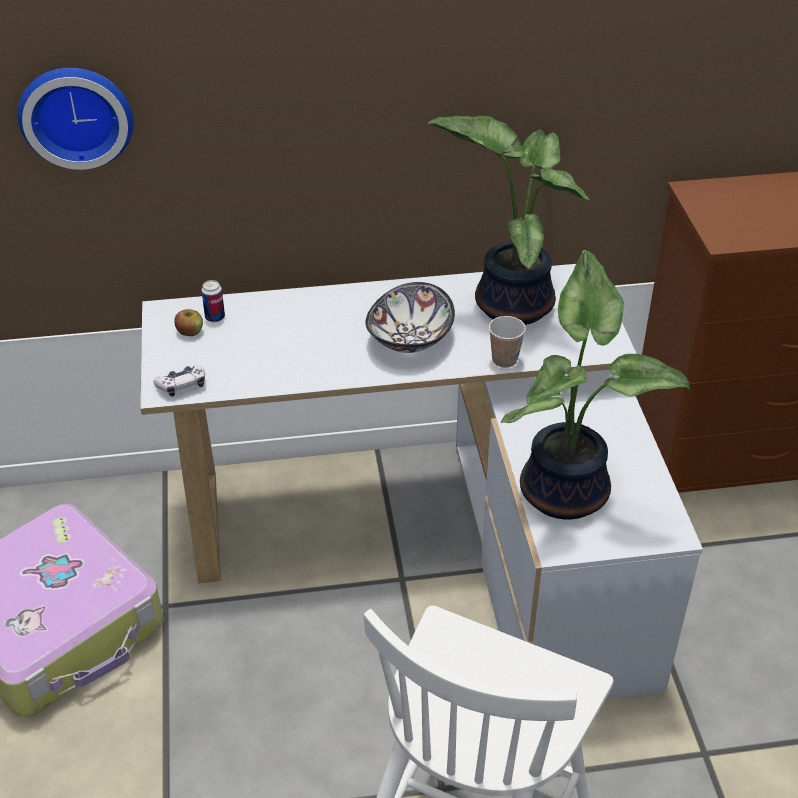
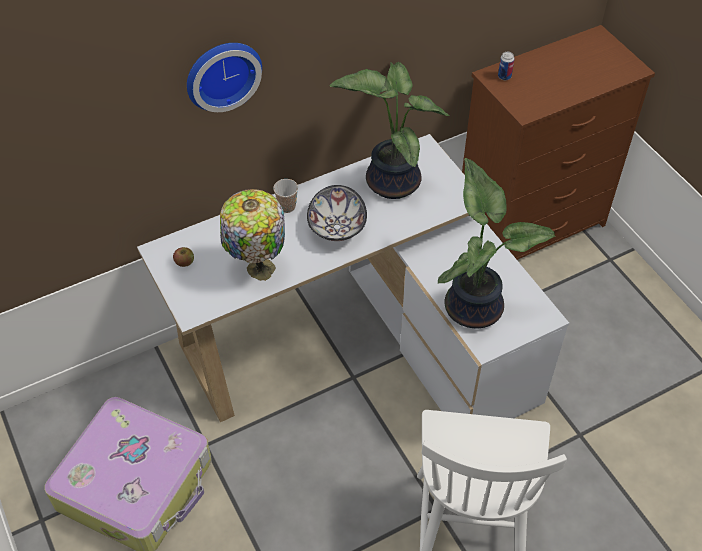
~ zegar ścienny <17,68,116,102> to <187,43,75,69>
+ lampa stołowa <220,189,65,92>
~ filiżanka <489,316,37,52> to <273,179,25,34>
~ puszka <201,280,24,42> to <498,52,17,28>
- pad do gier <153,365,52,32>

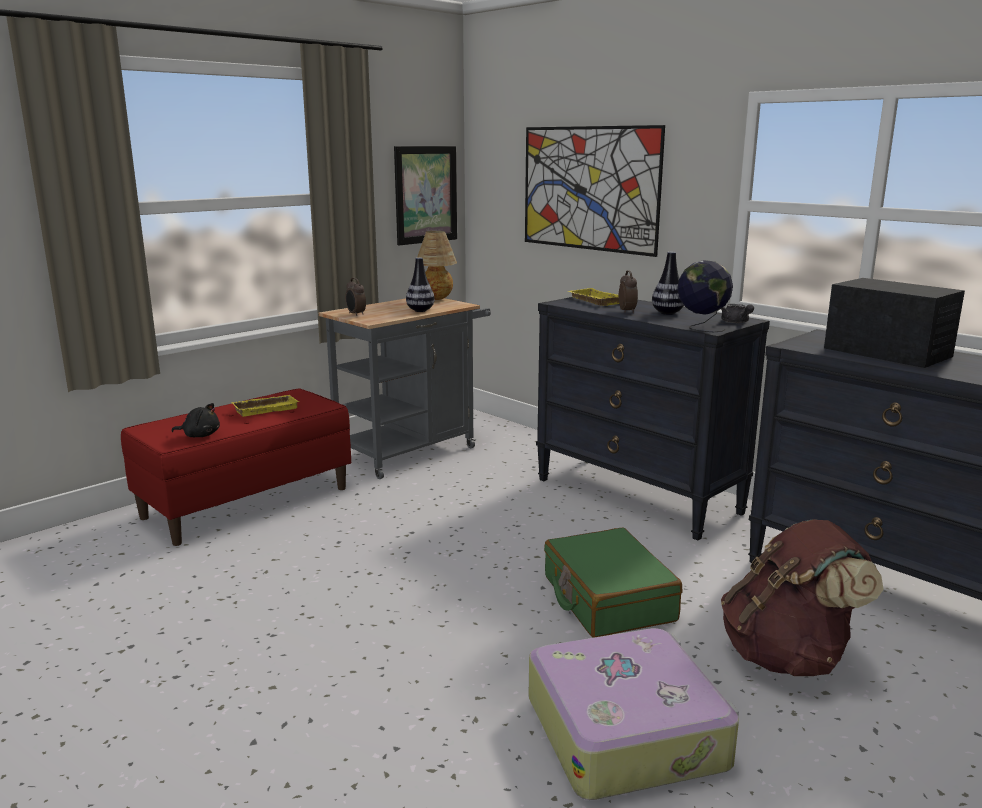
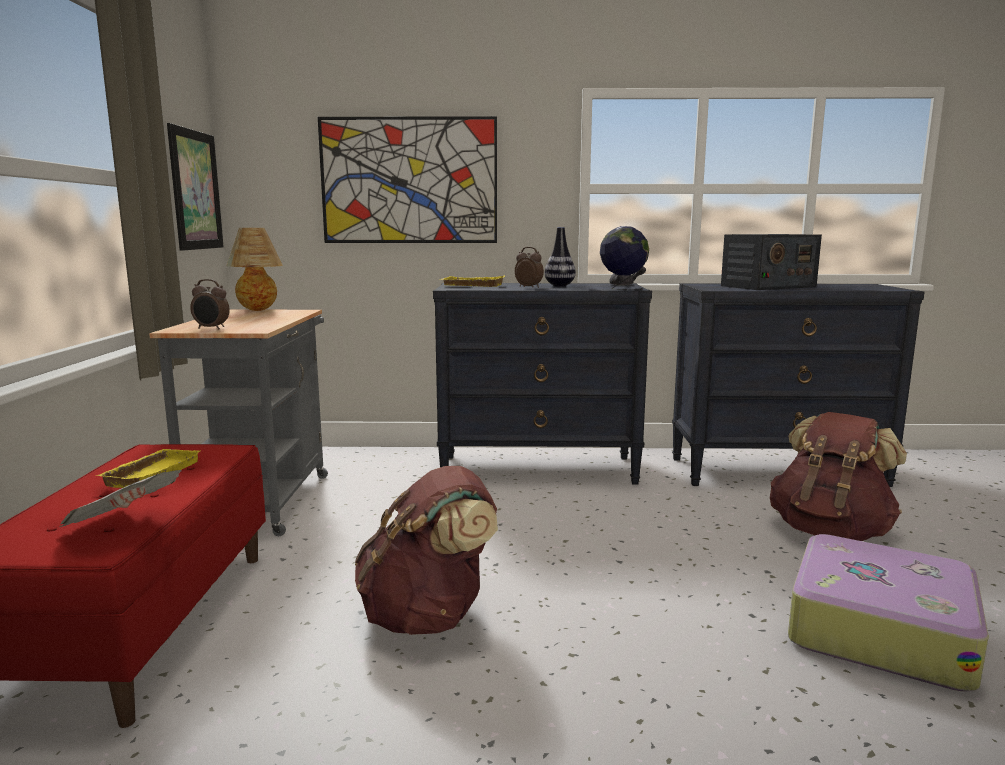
~ pluszak (czarny) <171,403,49,34> to gazeta <59,470,123,57>
+ plecak (brązowy) <355,466,143,169>
~ radio <824,278,141,90> = <721,234,101,56> 150 degrees clockwise
- wazon <406,257,29,55>
- walizka (zielony) <544,527,138,111>

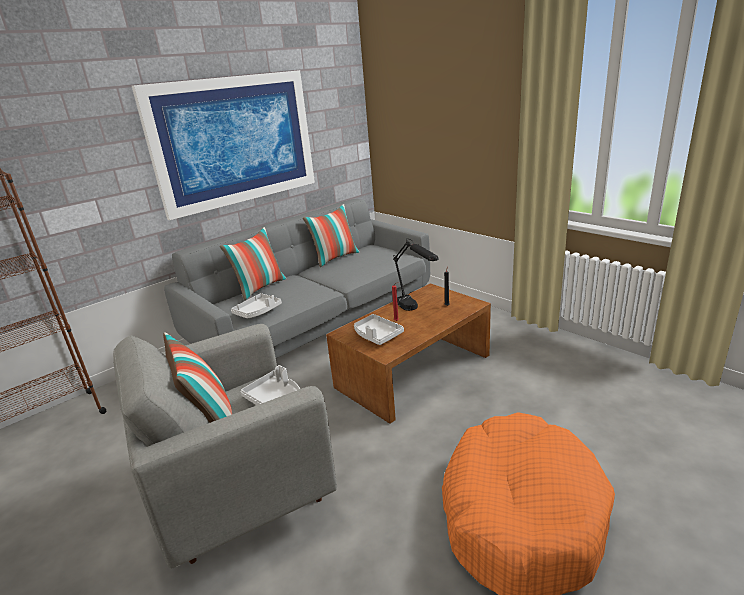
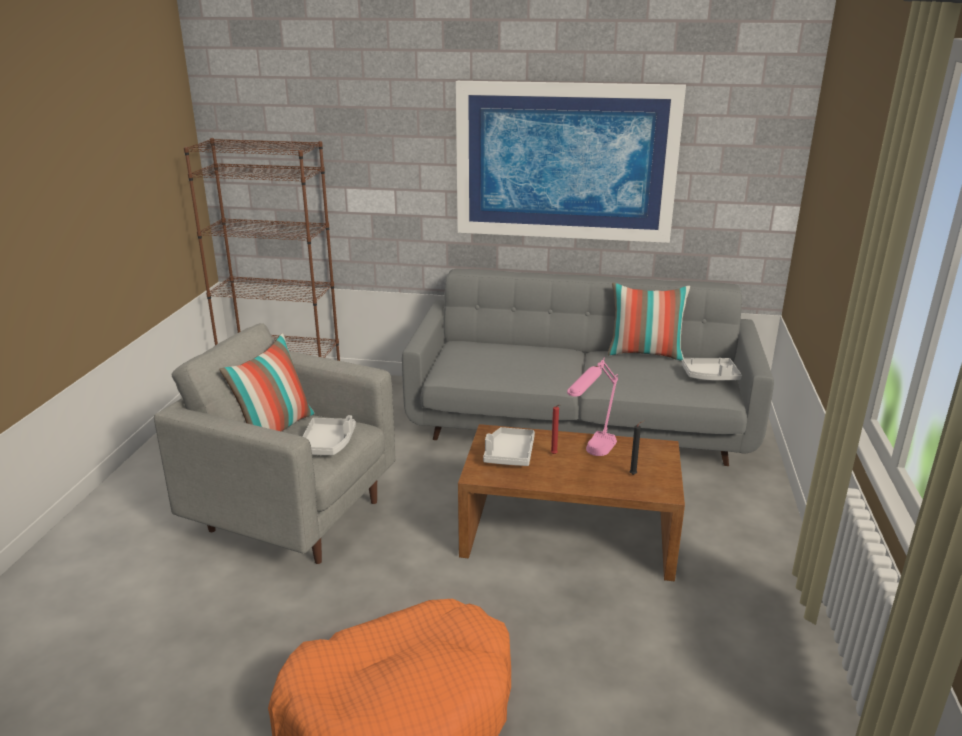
~ lampa stołowa (czarny) <393,239,46,72> to lampa stołowa (różowy) <567,357,51,99>
~ taca (szary) <231,293,51,25> to <682,358,60,23>
- poduszka <220,227,66,73>

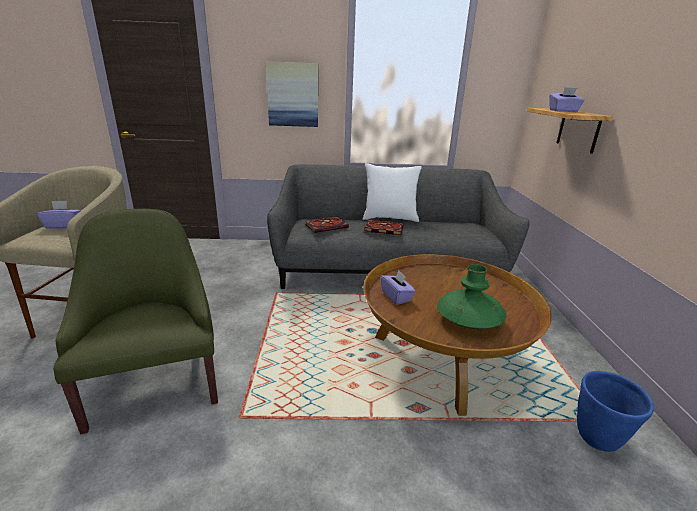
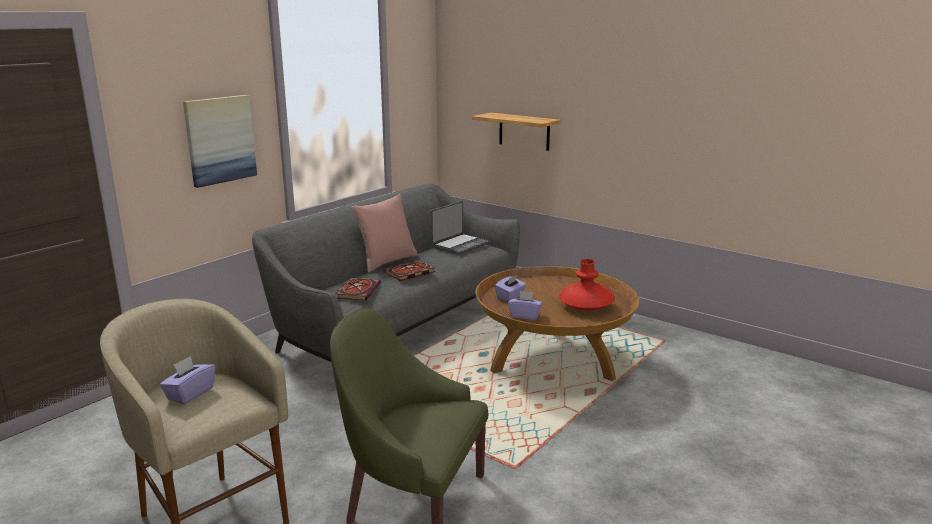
~ poduszka (biały) <363,163,59,59> to poduszka (różowy) <352,194,66,79>
+ laptop <430,201,60,54>
~ pudełko chusteczek (fioletowy) <549,87,36,25> to <495,275,31,27>
~ wazon (zielony) <437,264,69,65> to wazon (czerwony) <559,259,56,51>
- donica (niebieski) <577,371,77,81>

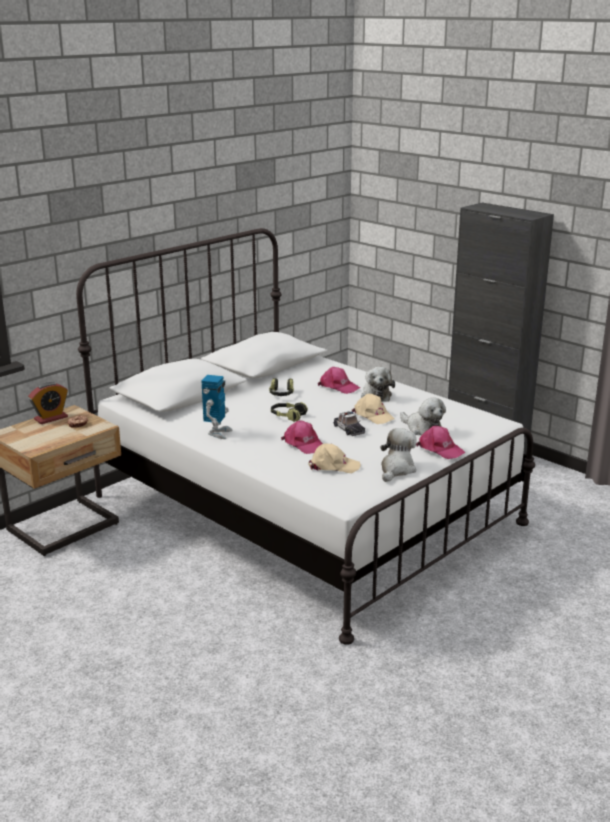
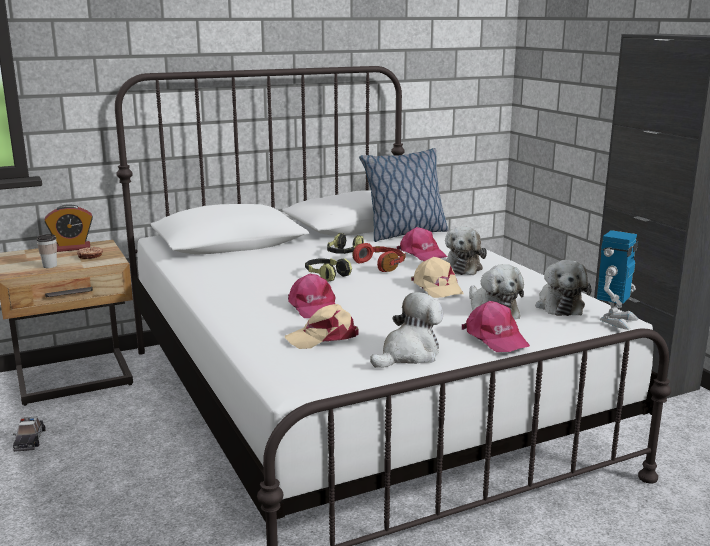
~ samochodzik <333,411,32,25> to <13,417,33,35>
+ filiżanka <36,234,21,34>
~ czapka z daszkiem (beżowy) <308,444,53,29> = <285,304,74,45> 135 degrees clockwise
+ słuchawki (czerwony) <352,243,54,29>
+ poduszka <359,148,90,94>
+ pluszak <536,260,55,56>
~ robot zabawkowy <201,375,32,64> to <597,230,42,100>

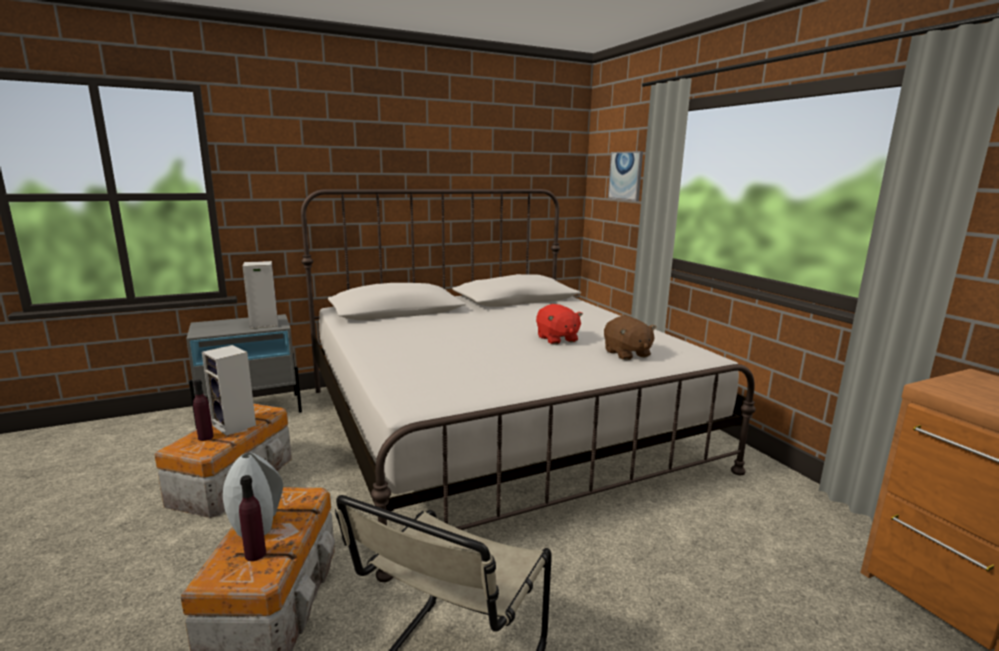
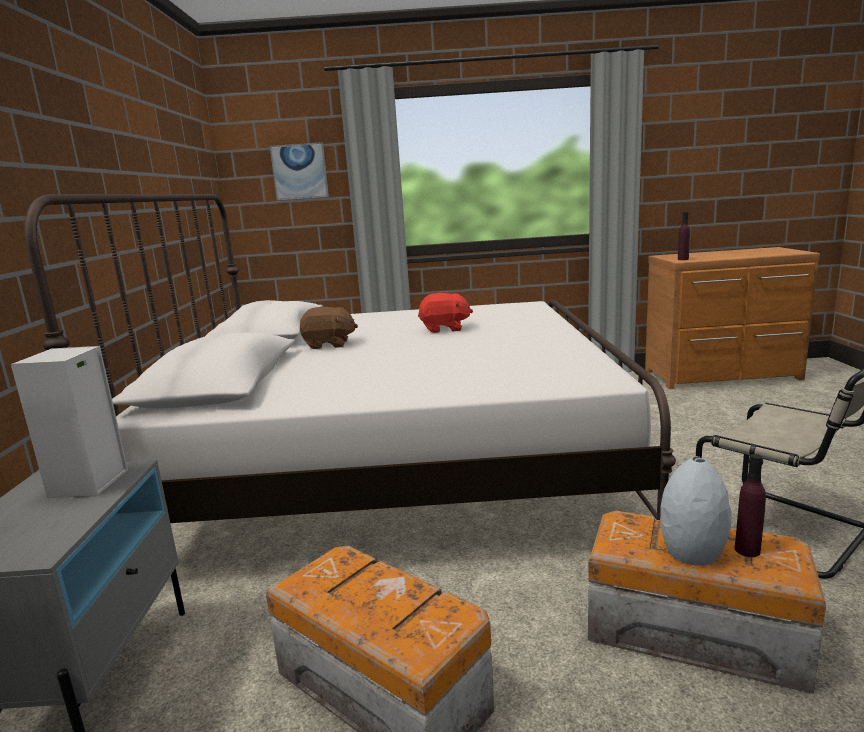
~ pluszak (brązowy) <604,316,52,44> to <300,307,58,42>
~ butelka (fioletowy) <193,379,21,62> to <678,212,12,48>
- głośnik <202,345,54,91>

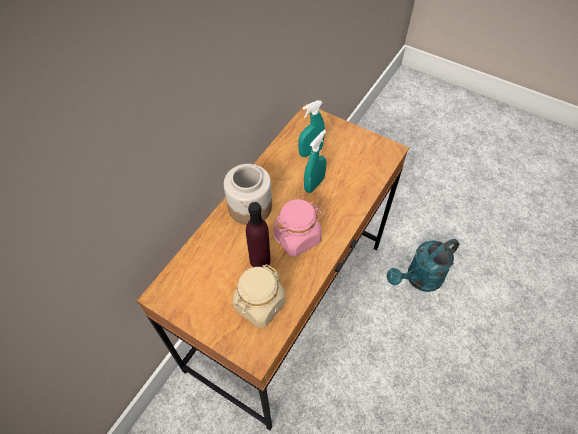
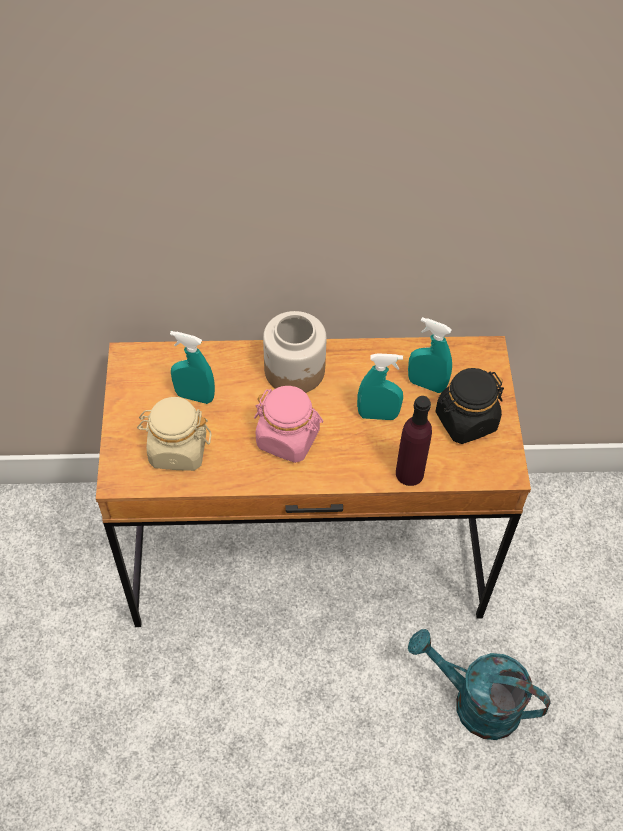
+ spryskiwacz (turkusowy) <170,331,45,73>
~ butelka (fioletowy) <246,202,25,65> to <396,396,36,90>
+ słoik (czarny) <435,368,69,76>

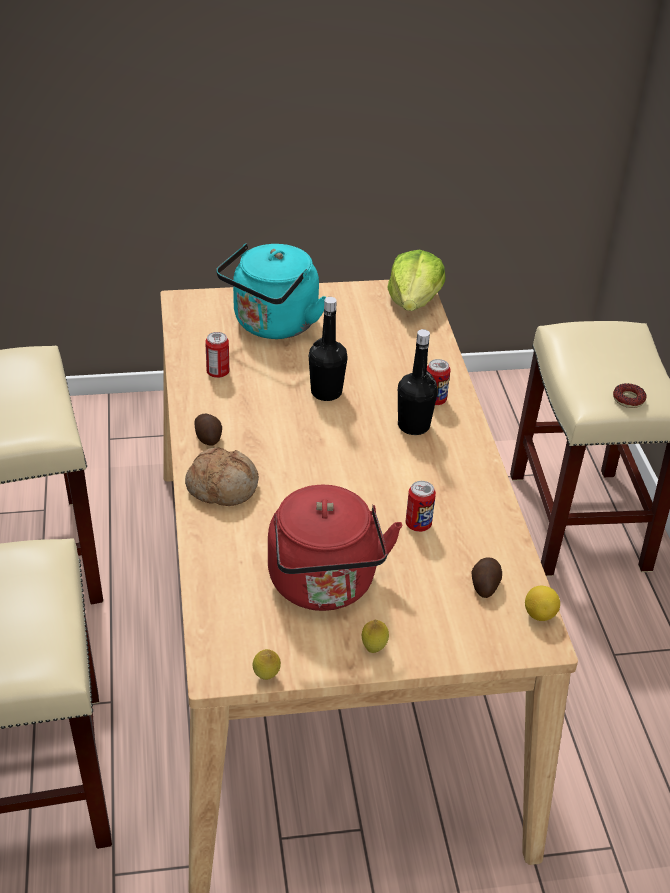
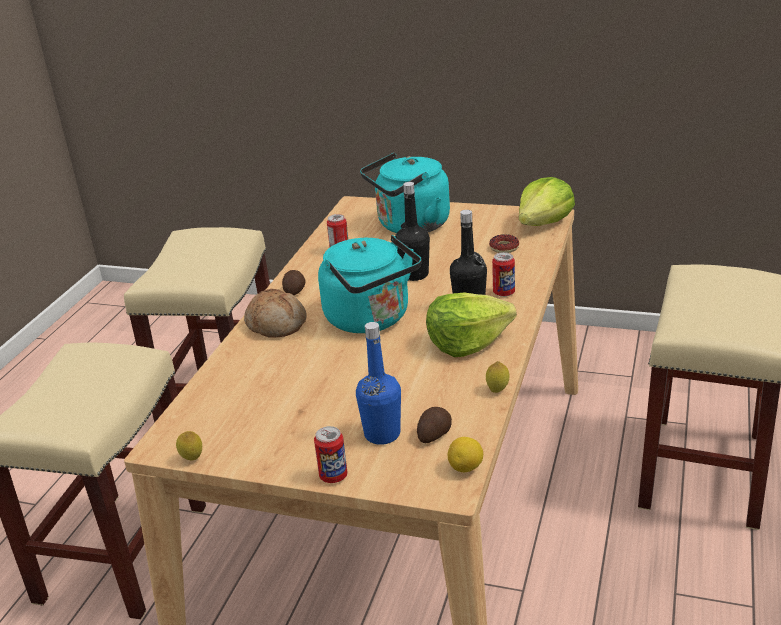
~ puszka <406,481,30,51> to <314,426,33,57>
+ czajnik (turkusowy) <318,235,104,98>
+ butelka (niebieski) <356,322,45,123>
+ sałata <426,292,91,65>
~ cytryna <362,620,27,33> to <486,361,24,32>
~ donut <613,383,33,25> to <489,234,30,19>
- czajnik (czerwony) <268,485,134,126>

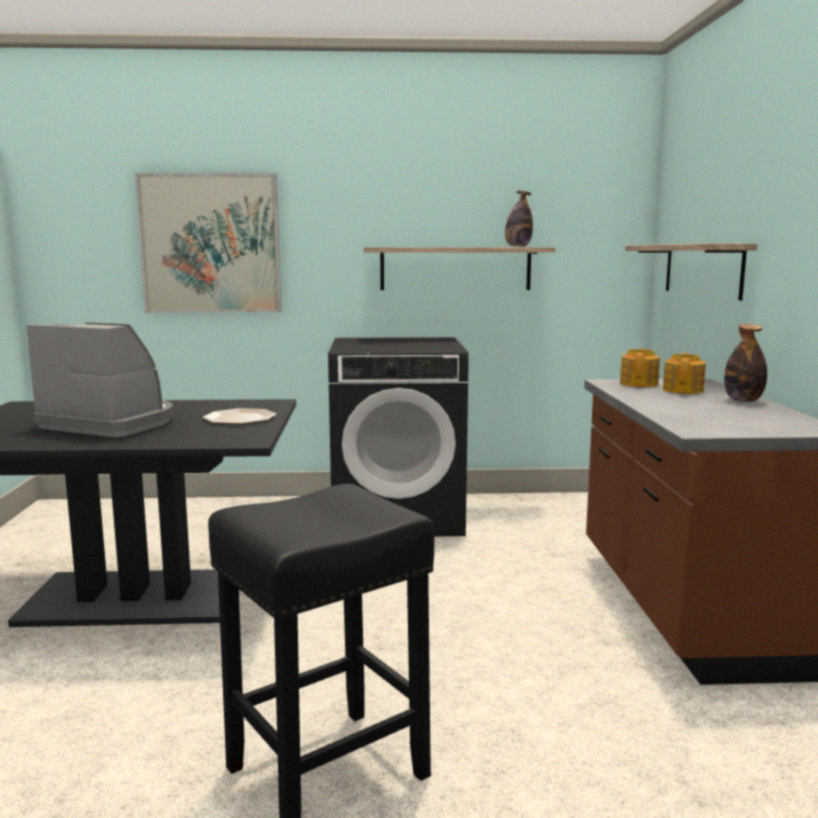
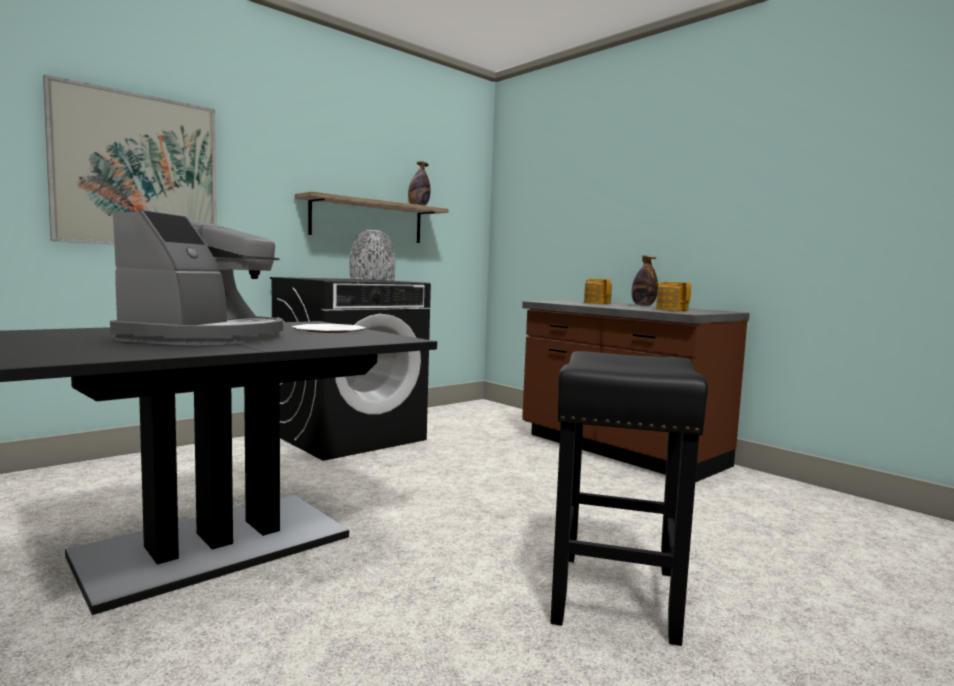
~ ekspres do kawy <27,323,146,115> = <110,210,173,135> 120 degrees clockwise
+ wazon (szary) <349,230,47,51>
~ imbryk <620,348,40,39> to <656,282,35,29>
- półka <625,243,132,57>

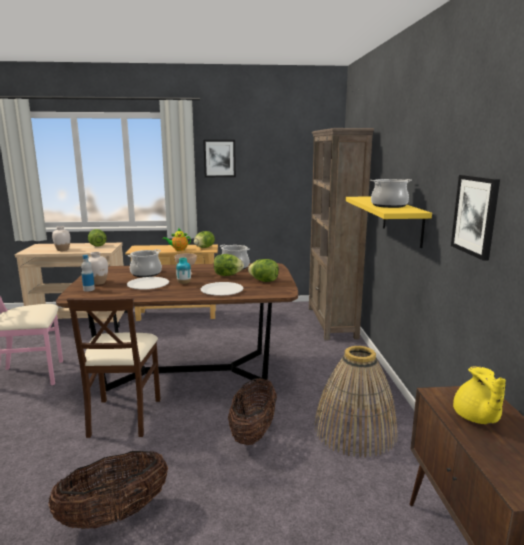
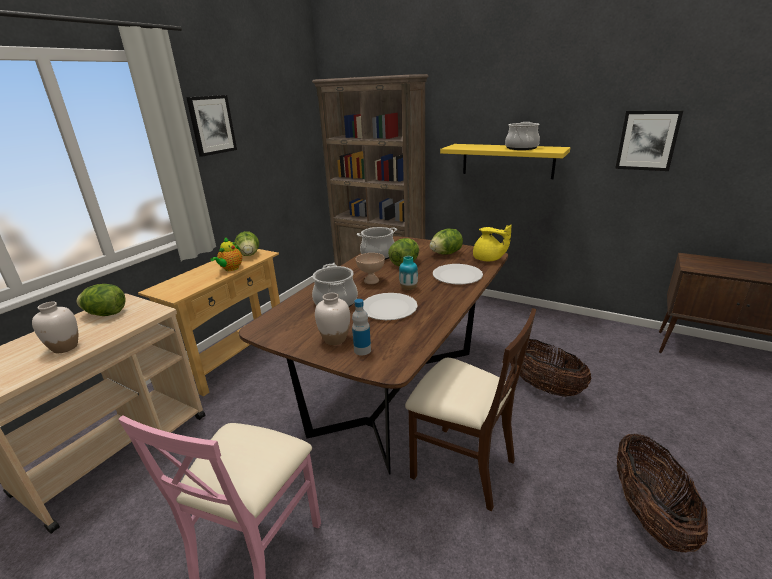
~ imbryk (żółty) <453,366,53,58> to <473,225,39,36>
- koszyk <315,346,82,112>

